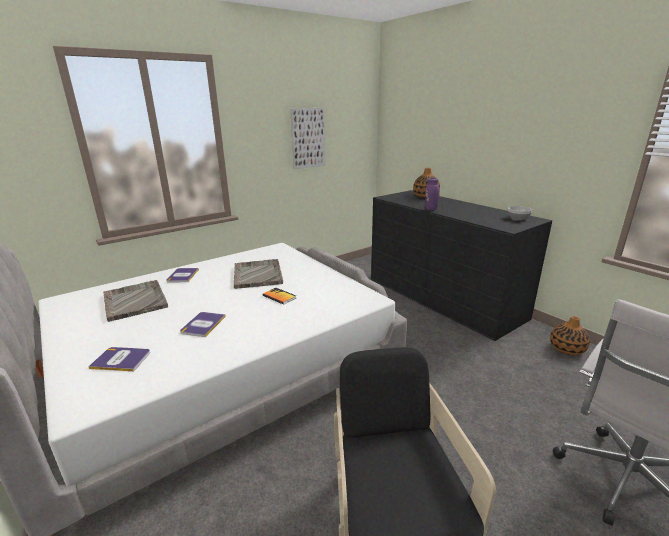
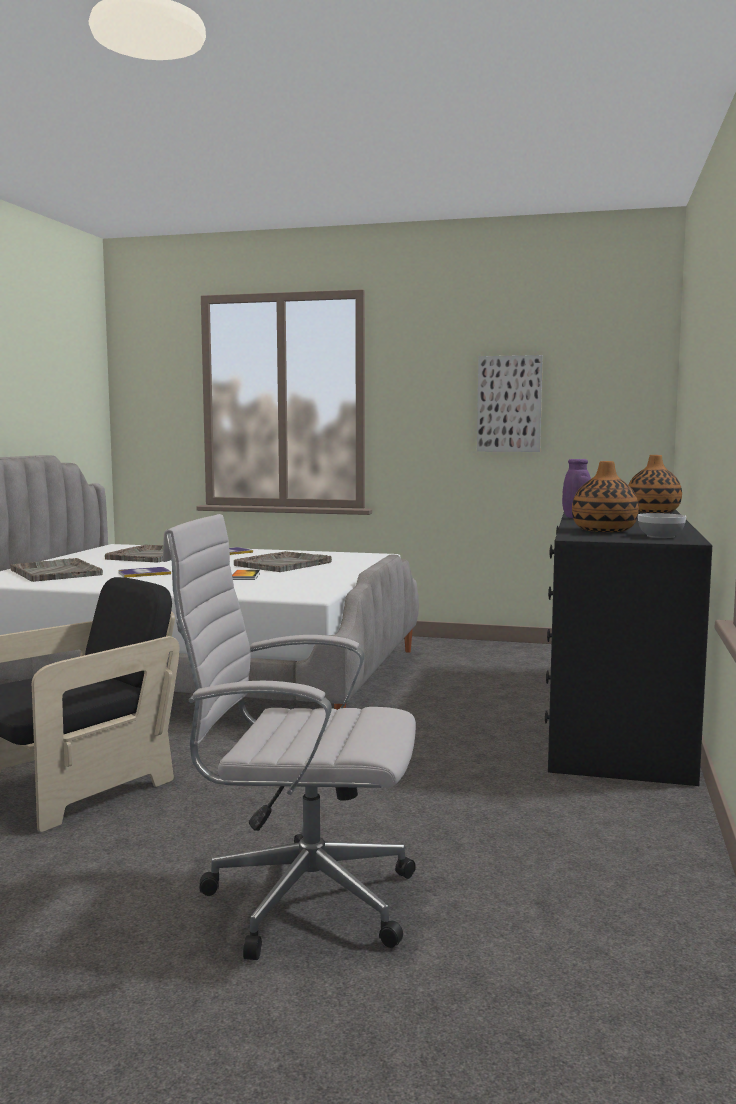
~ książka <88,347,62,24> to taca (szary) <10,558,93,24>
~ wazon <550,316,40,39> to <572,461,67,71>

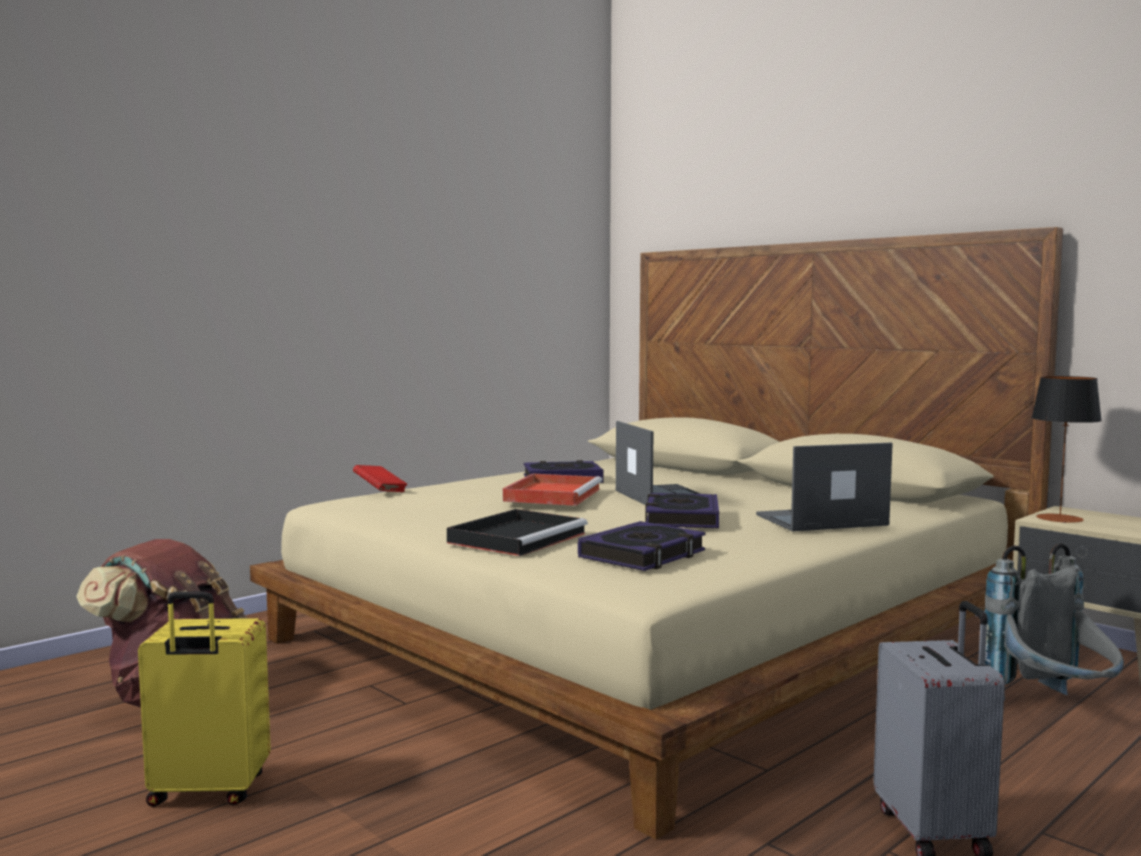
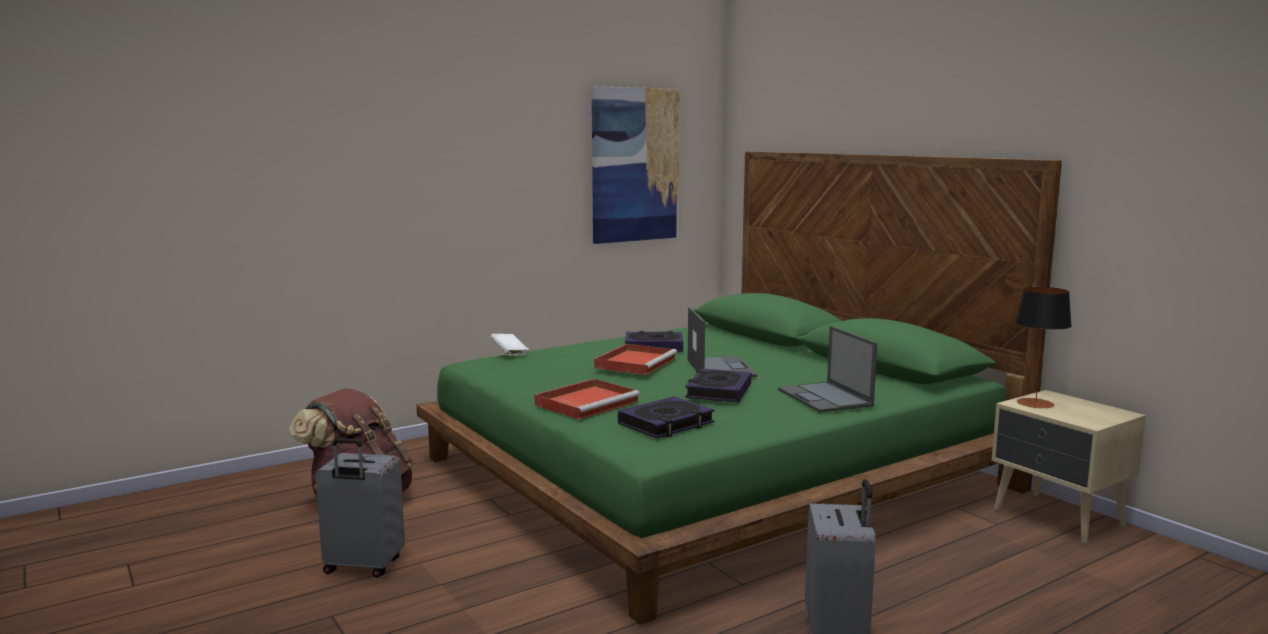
~ walizka (żółty) <138,591,133,216> to walizka (szary) <315,438,90,140>
~ łóżko (beżowy) <250,227,813,612> to łóżko (zielony) <417,151,645,474>
~ książka (czerwony) <353,465,54,27> to książka (biały) <490,334,39,22>
~ taca (czarny) <447,509,140,47> to taca (czerwony) <534,379,106,41>
+ obraz <592,86,88,158>
~ laptop <756,443,137,88> = <778,326,99,87> 105 degrees counterclockwise
- plecak (szary) <985,543,139,158>

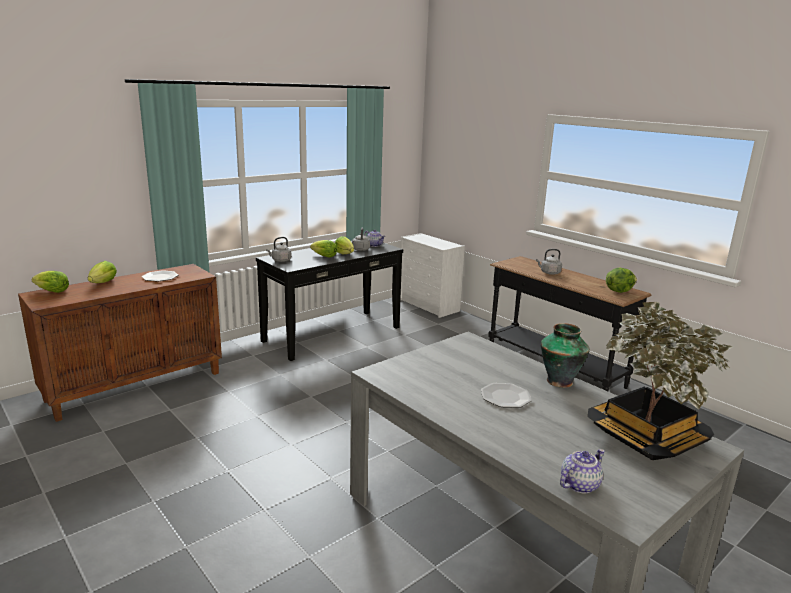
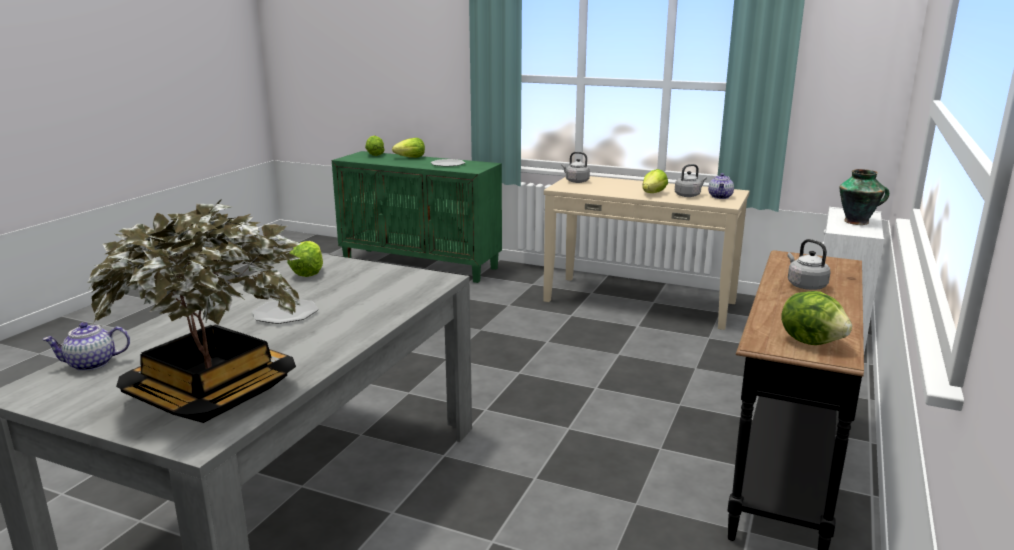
~ imbryk <560,449,45,44> = <42,322,88,49> 135 degrees clockwise
~ sałata <310,240,27,18> to <287,241,36,36>
~ szafka (brązowy) <18,264,204,158> to szafka (zielony) <332,151,170,132>
~ stolik konsolowy (czarny) <256,241,147,120> to stolik konsolowy (beżowy) <543,176,207,154>
~ wazon <541,323,49,65> to <839,169,50,56>

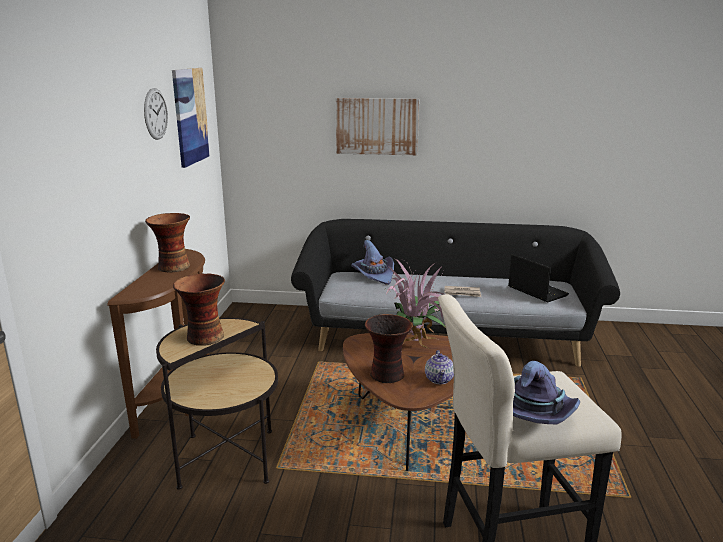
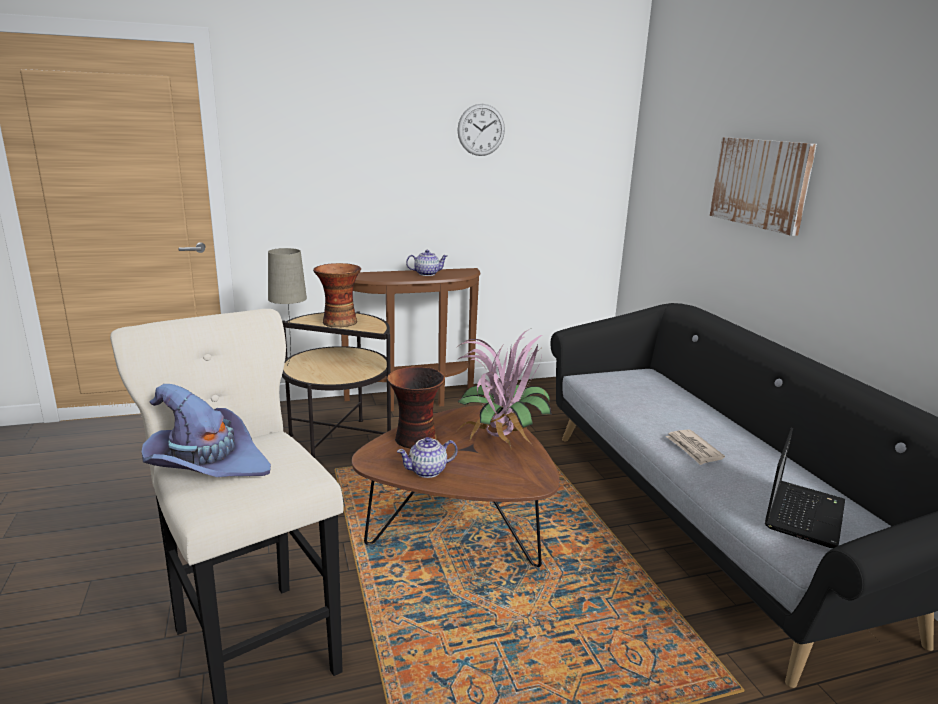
+ lampa stołowa (beżowy) <268,248,39,117>
~ wazon <145,213,45,60> to imbryk <406,250,41,26>
- obraz <172,68,38,100>
- kapelusz (fioletowy) <351,240,43,45>

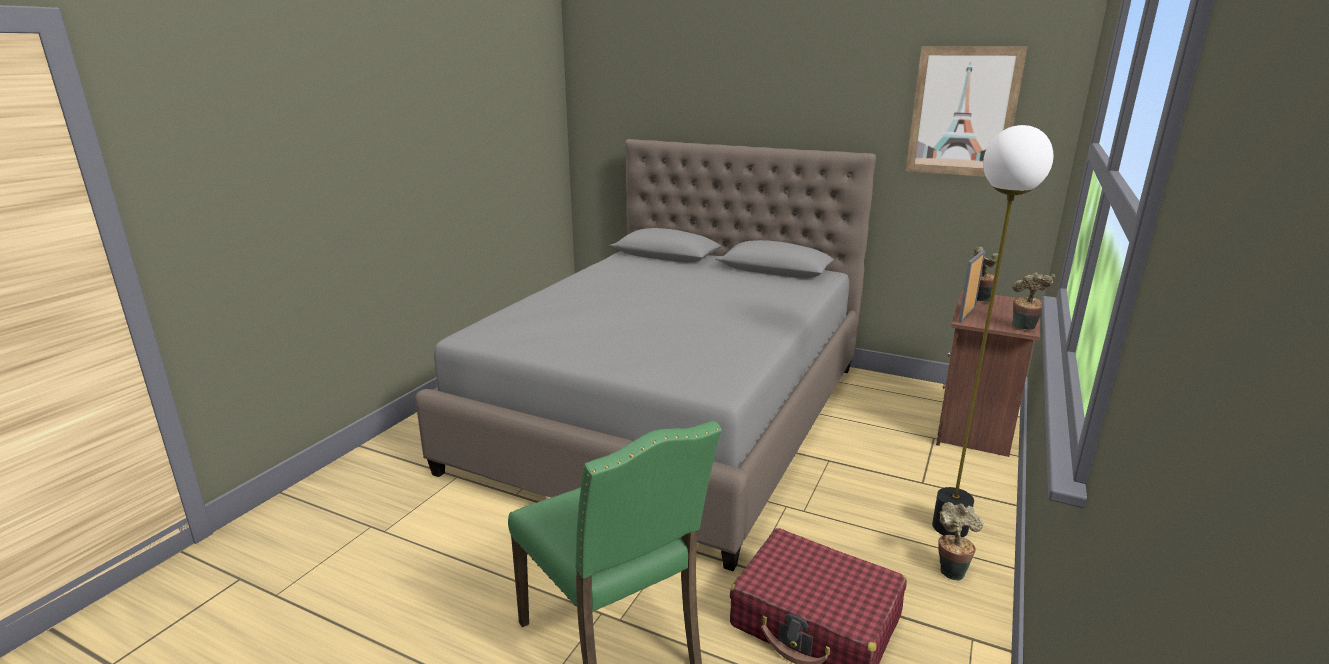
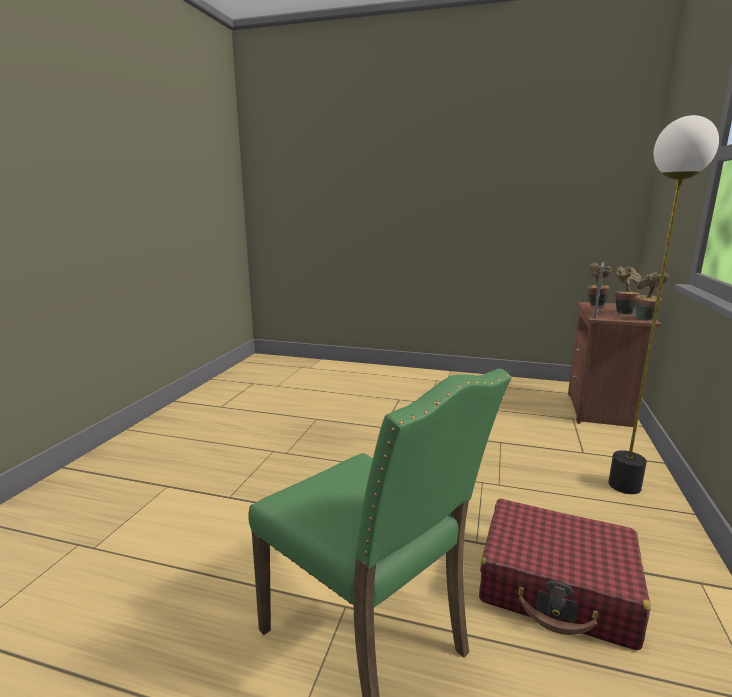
~ roślina doniczkowa <938,502,45,79> to <615,266,26,49>
- łóżko (szary) <415,139,461,432>
- obraz <906,47,121,130>

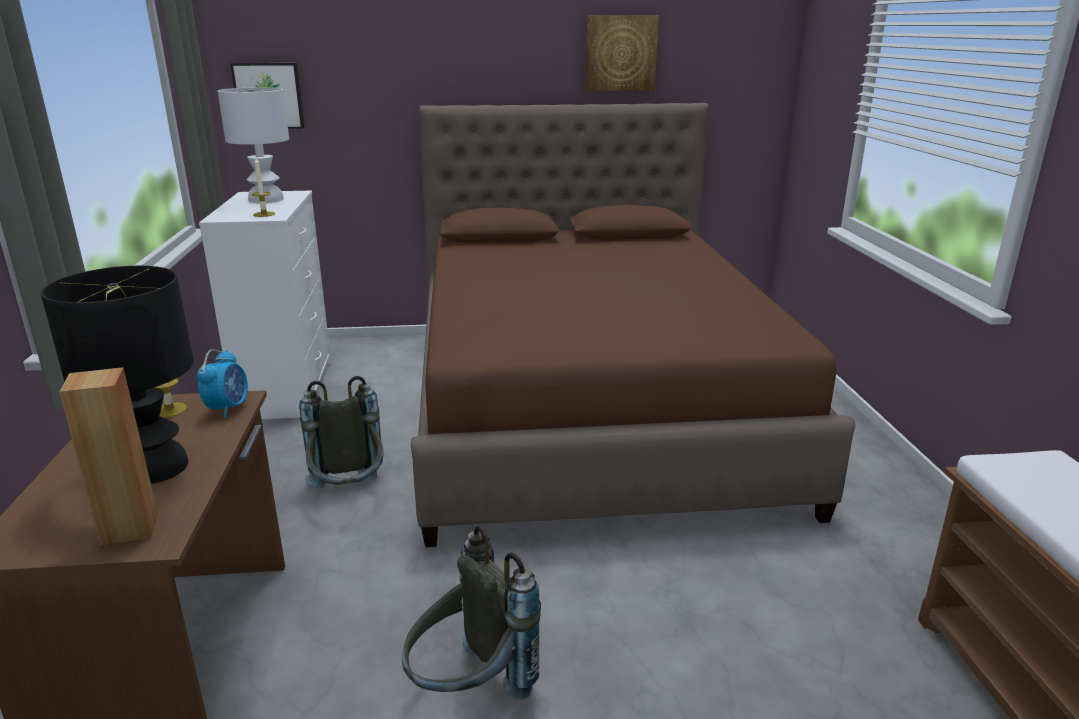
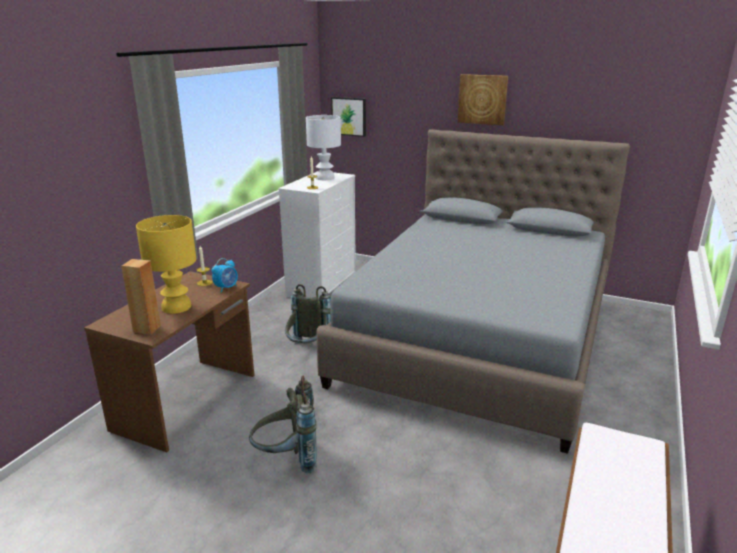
~ lampa stołowa (czarny) <41,266,153,218> to lampa stołowa (żółty) <136,215,60,99>
~ łóżko (brązowy) <411,103,444,444> to łóżko (szary) <316,129,314,325>
~ obraz <585,16,74,76> to <458,74,50,51>

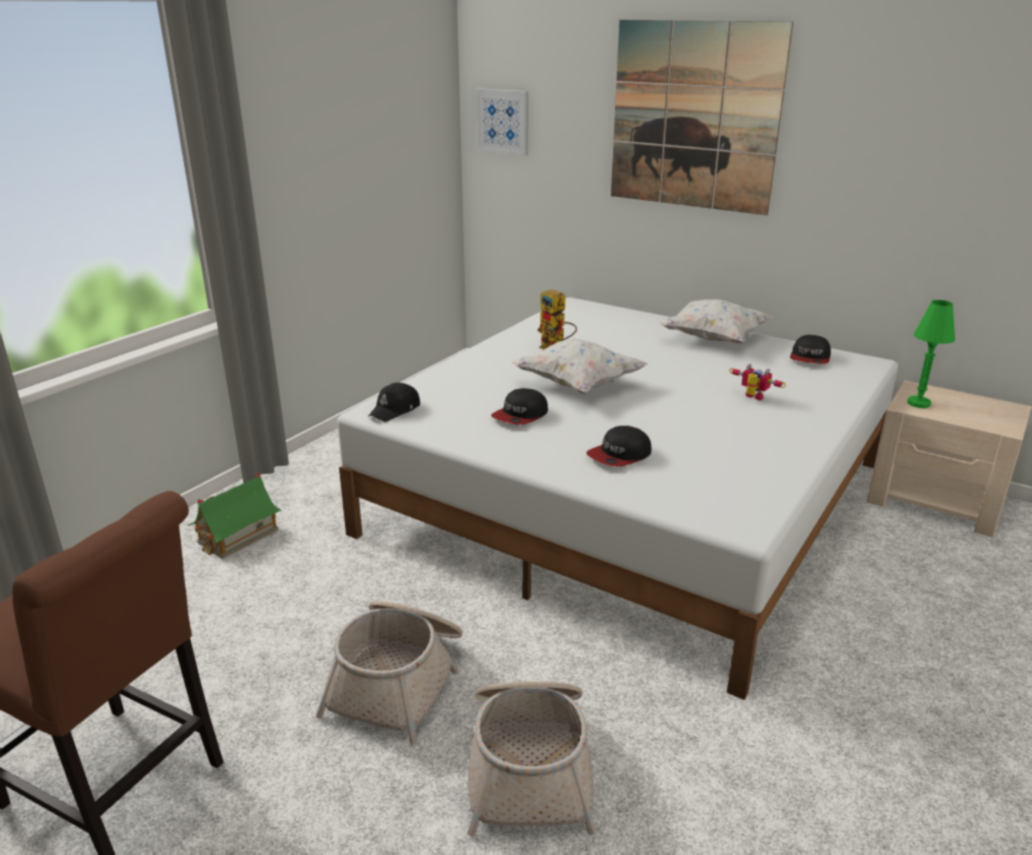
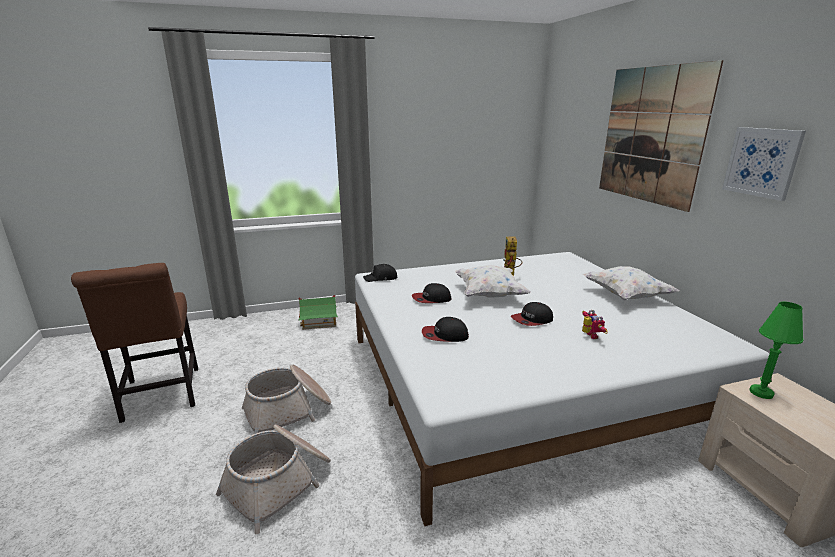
~ czapka z daszkiem <790,335,41,29> to <511,302,42,24>
~ obraz <476,88,52,68> to <722,127,84,74>

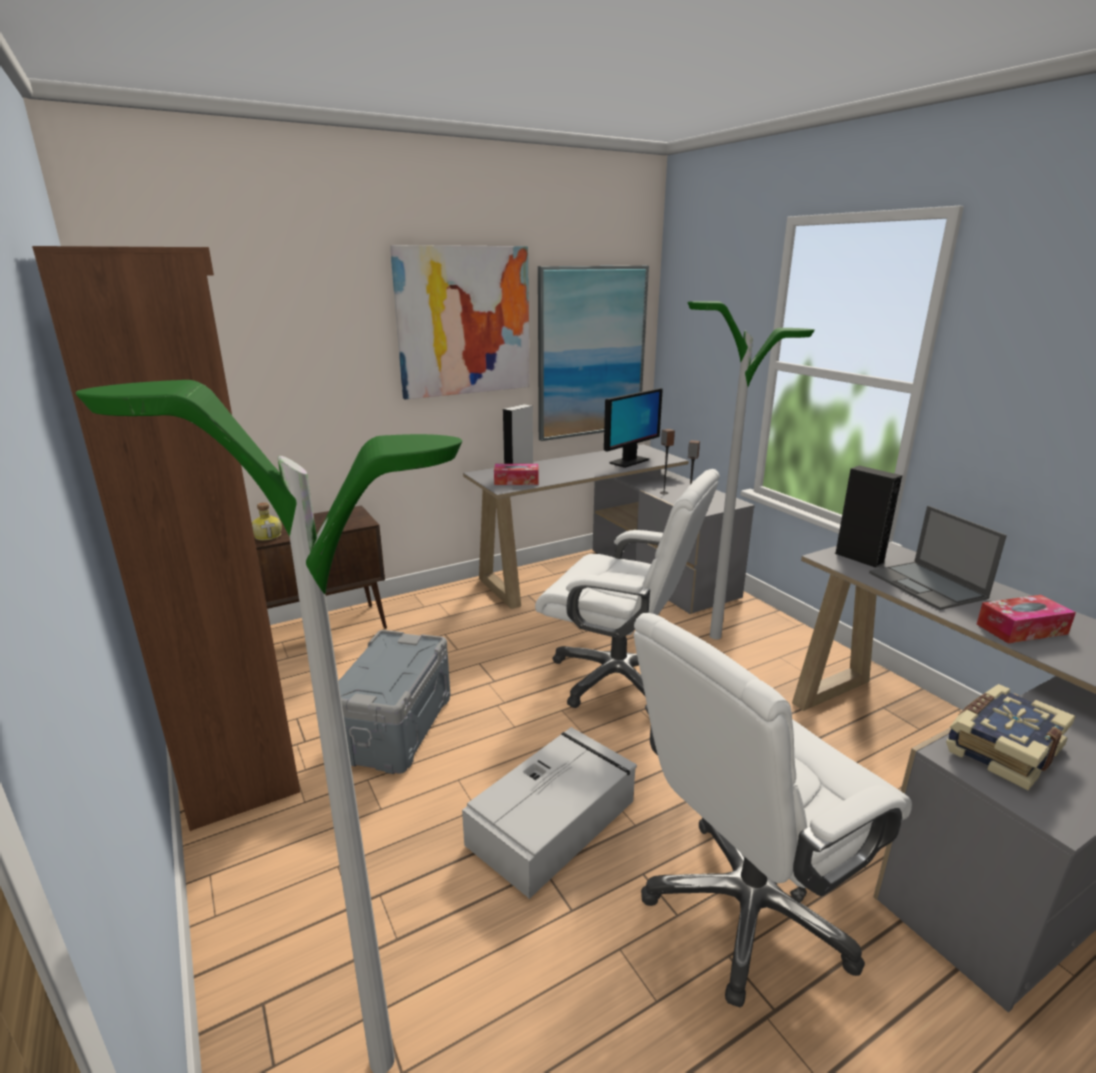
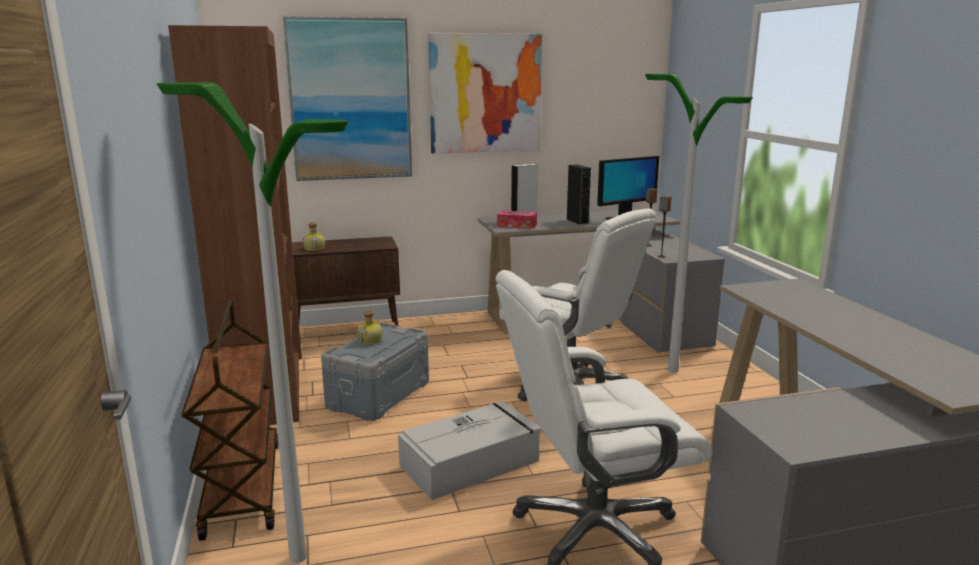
+ wózek (brązowy) <181,300,98,241>
~ obraz <538,266,111,175> to <283,16,129,165>
+ butelka <357,311,26,34>
~ głośnik (czarny) <834,465,68,103> to <567,164,24,61>
- laptop <869,506,138,104>
- książka <946,684,129,107>
- pudełko chusteczek <977,595,99,49>

